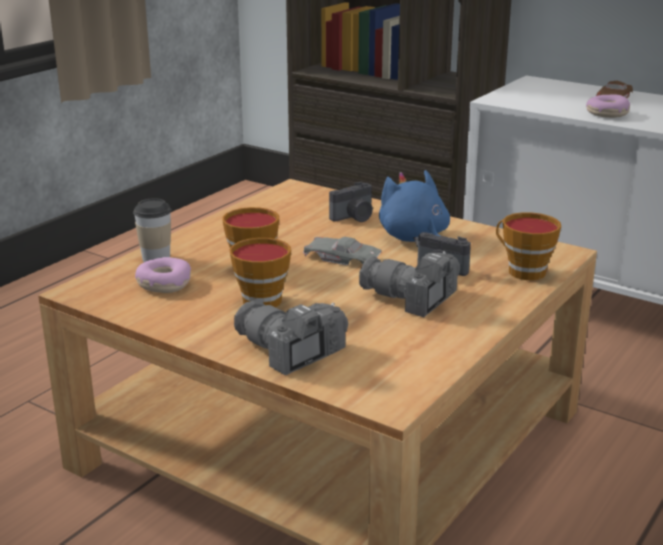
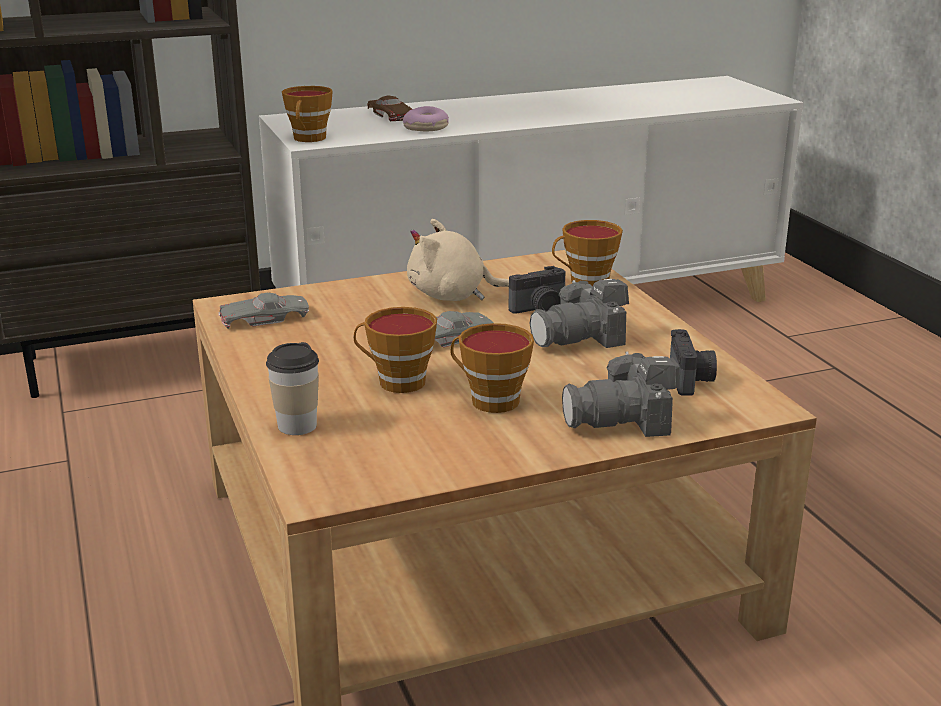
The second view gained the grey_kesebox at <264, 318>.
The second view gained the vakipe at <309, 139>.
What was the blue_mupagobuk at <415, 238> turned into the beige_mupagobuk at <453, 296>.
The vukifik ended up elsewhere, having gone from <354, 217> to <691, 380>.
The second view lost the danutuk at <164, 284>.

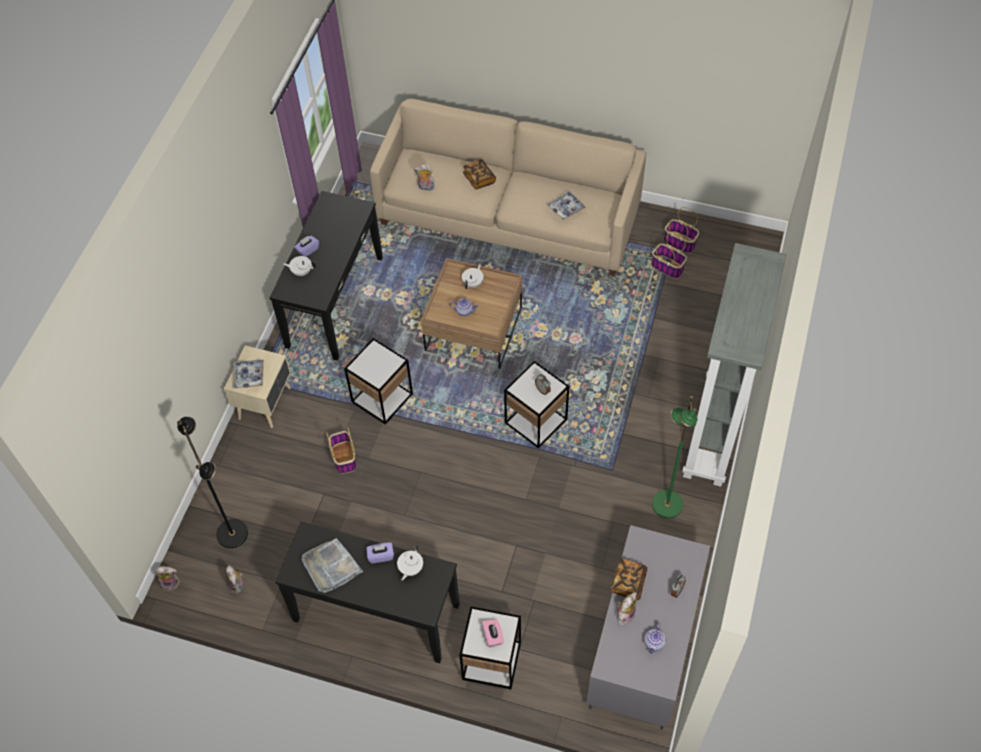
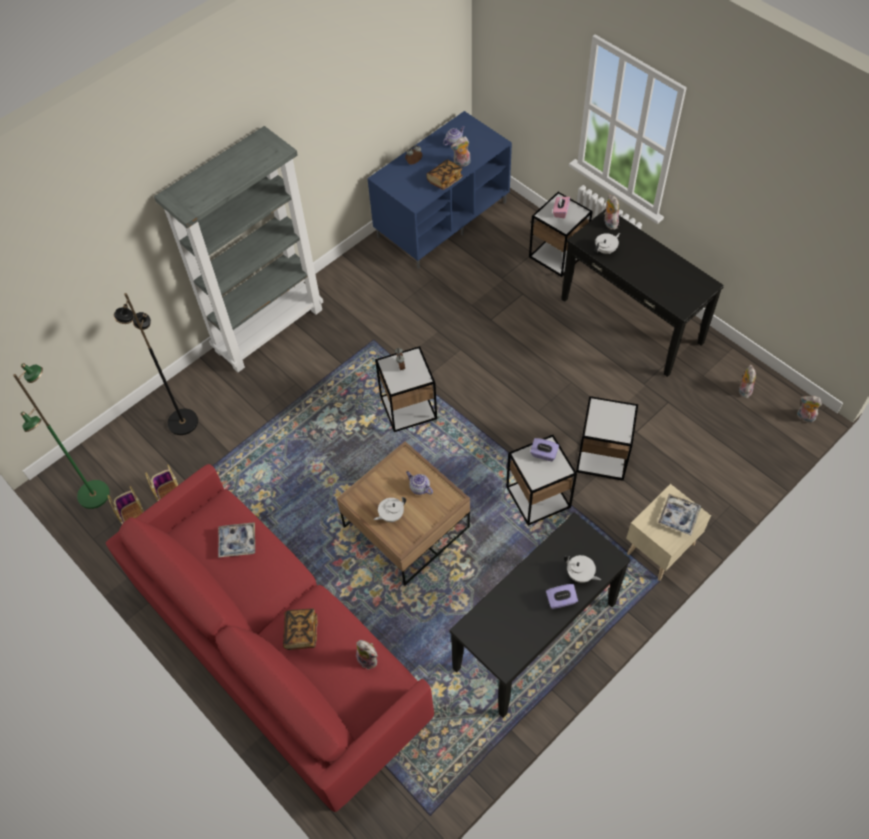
The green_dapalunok ended up elsewhere, having gone from <666, 504> to <94, 495>.
What was the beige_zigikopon at <509, 216> turned into the red_zigikopon at <278, 649>.
The black_dapalunok ended up elsewhere, having gone from <233, 533> to <182, 422>.
What was the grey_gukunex at <644, 648> turned into the blue_gukunex at <442, 218>.
The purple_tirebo ended up elsewhere, having gone from <381, 556> to <543, 454>.
Where the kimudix stood at <344, 457>, the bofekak came to stand at <602, 456>.
The second view gained the mupagobuk at <609, 223>.
The second view lost the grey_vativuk at <331, 567>.

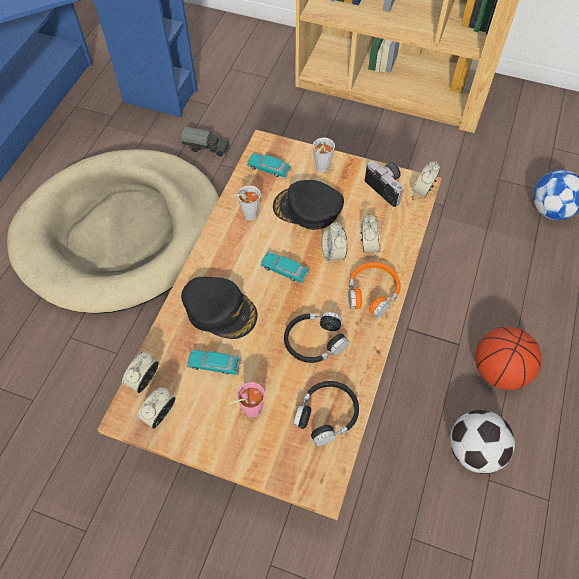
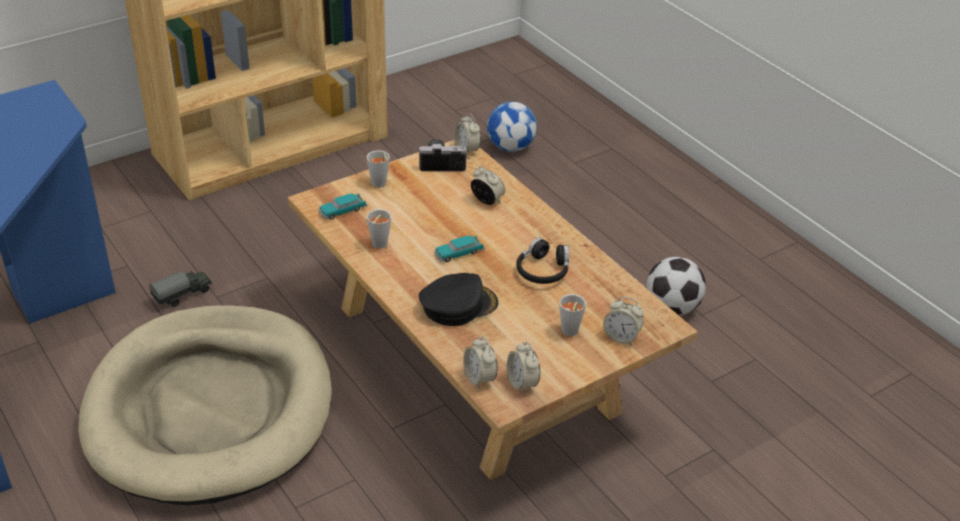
What was the pink_vakipe at <248, 410> turned into the grey_vakipe at <569, 333>.
The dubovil ended up elsewhere, having gone from <333, 253> to <621, 337>.
The second view lost the kesebox at <214, 364>.
The second view lost the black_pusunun at <307, 209>.
The second view lost the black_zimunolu at <326, 415>.
The second view lost the orange_zimunolu at <372, 293>.
The second view lost the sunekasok at <499, 371>.

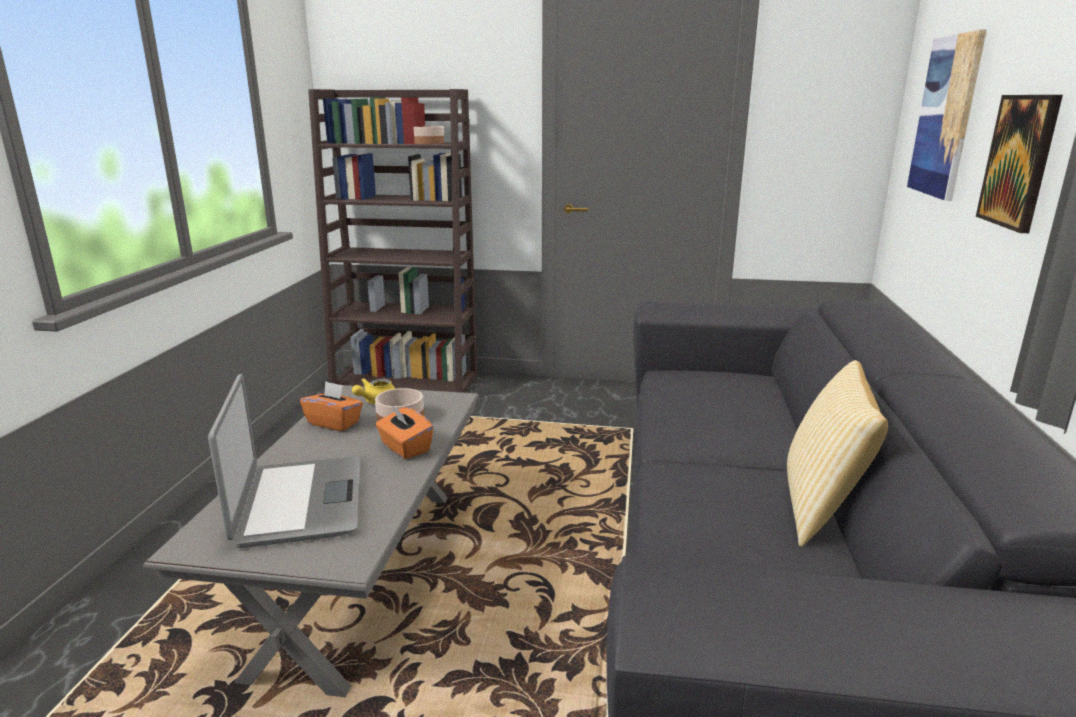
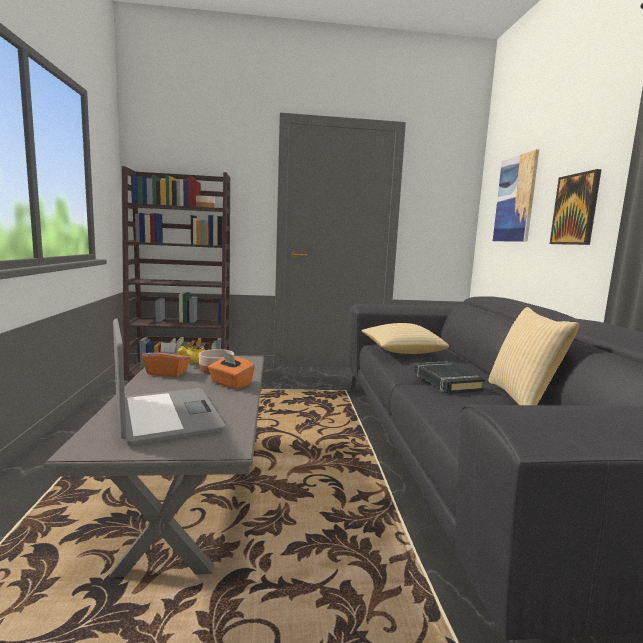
The second view gained the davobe at <401, 351>.
The second view gained the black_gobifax at <446, 382>.

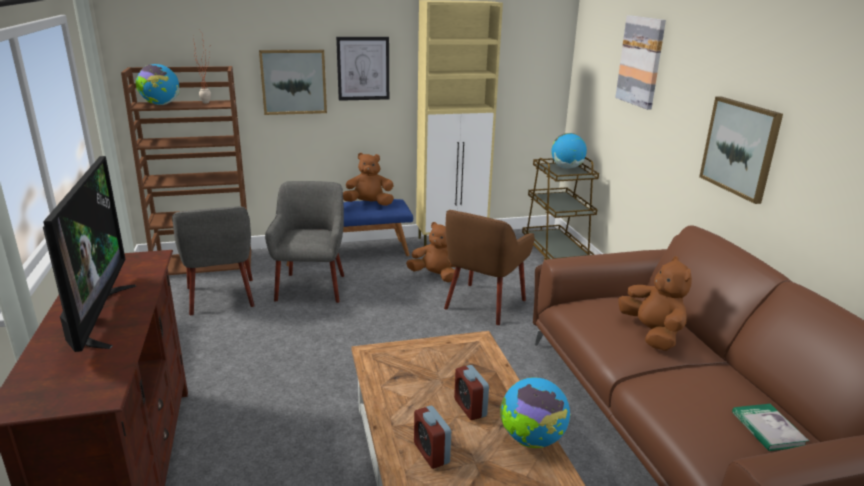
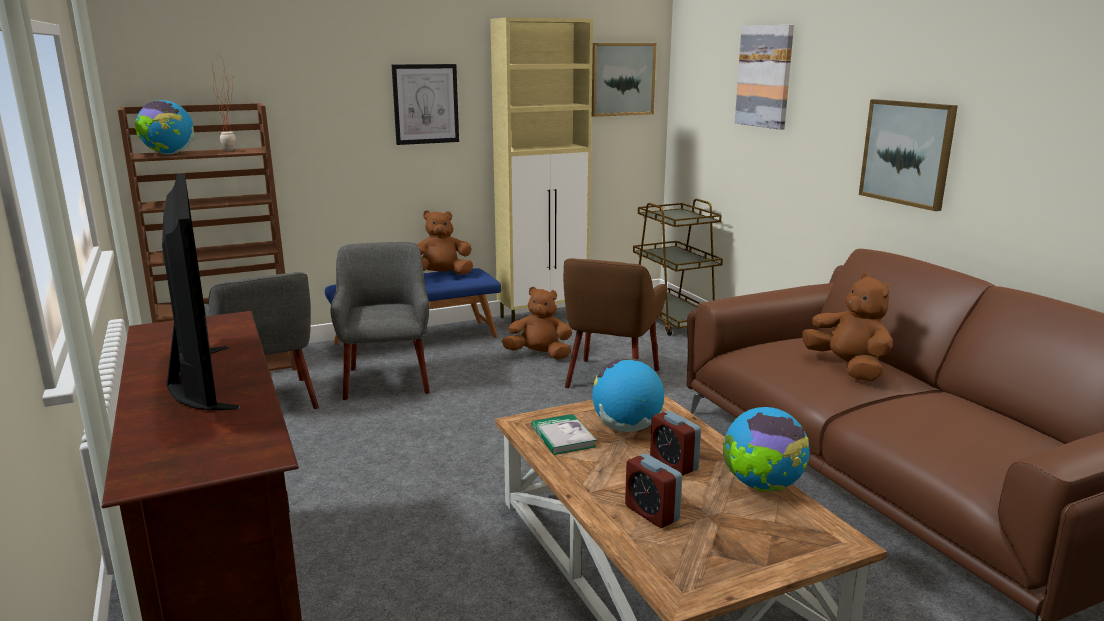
The gobifax ended up elsewhere, having gone from <768, 429> to <563, 437>.
The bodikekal ended up elsewhere, having gone from <293, 82> to <622, 79>.
The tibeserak ended up elsewhere, having gone from <567, 168> to <627, 428>.

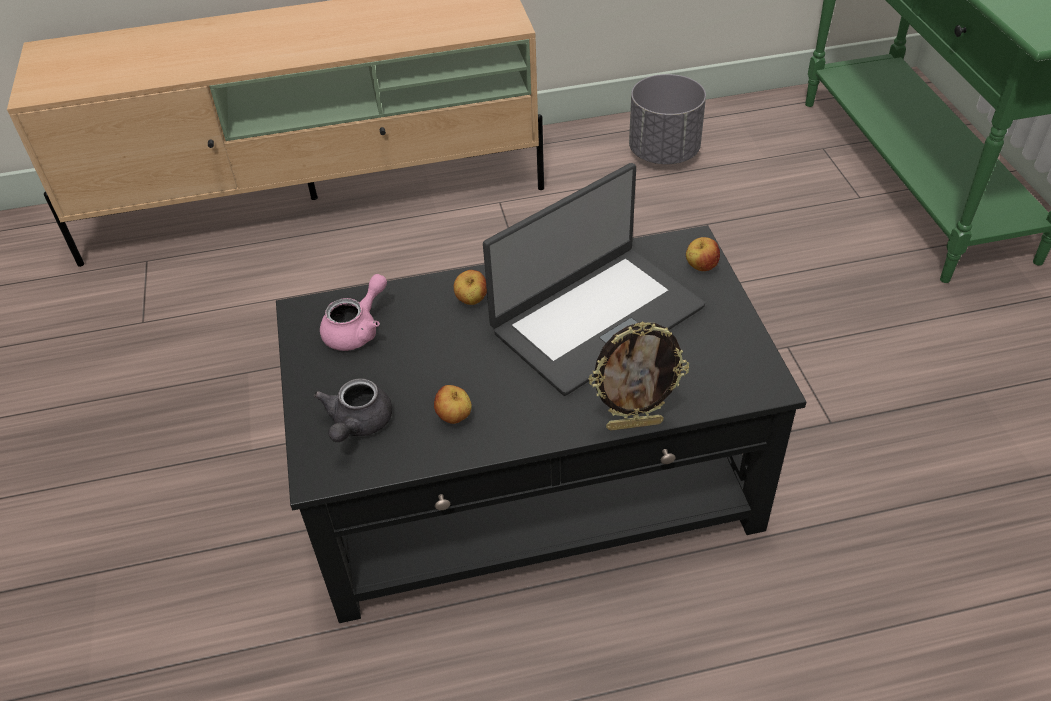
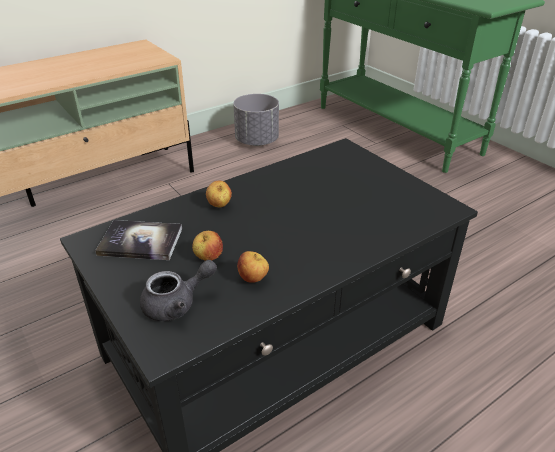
Where the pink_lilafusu stood at <357, 330>, the gobifax came to stand at <140, 241>.
The grey_lilafusu at <357, 424> ended up facing another way, 105 degrees counterclockwise from before.
The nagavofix ended up elsewhere, having gone from <701, 267> to <208, 258>.
The second view lost the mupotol at <595, 318>.
The second view lost the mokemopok at <634, 424>.

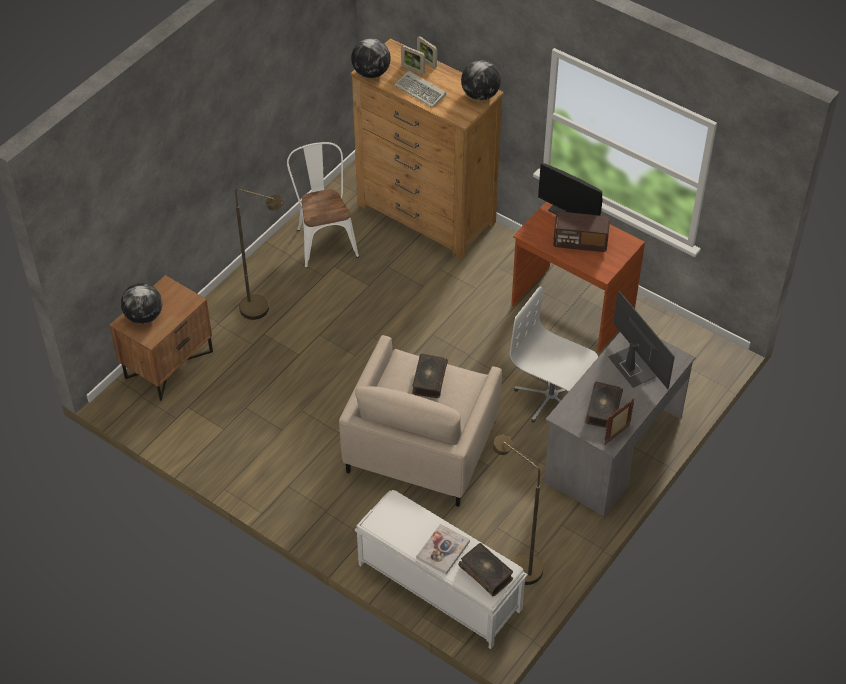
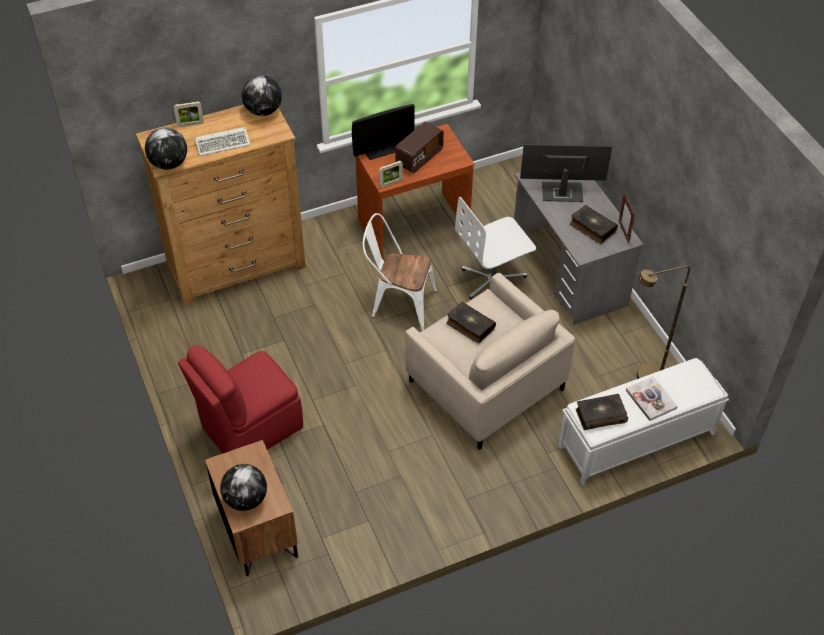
Where the brown_dapalunok stood at <262, 310>, the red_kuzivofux came to stand at <249, 428>.
The white_kuzivofux ended up elsewhere, having gone from <324, 239> to <398, 304>.
The mokemopok ended up elsewhere, having gone from <413, 69> to <390, 183>.
The gobifax ended up elsewhere, having gone from <486, 573> to <600, 415>.

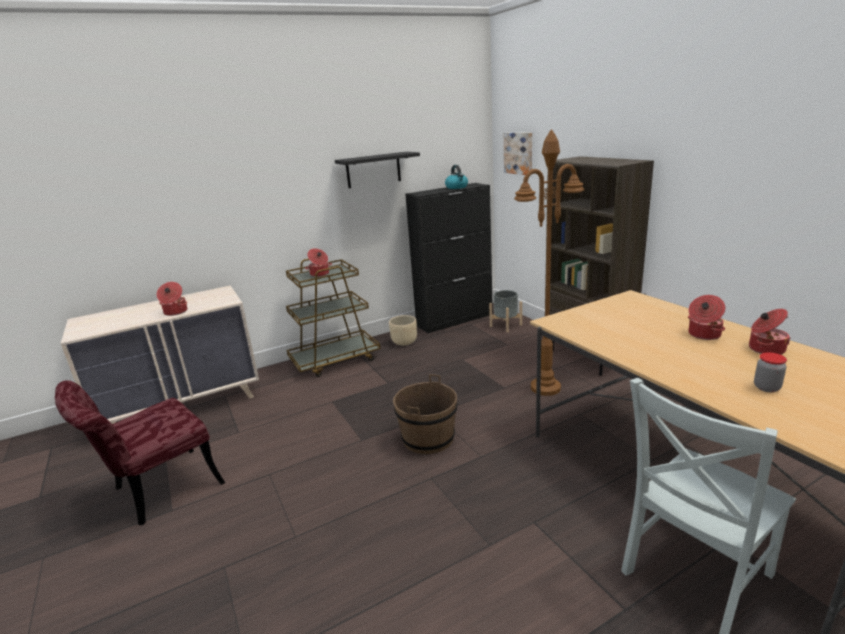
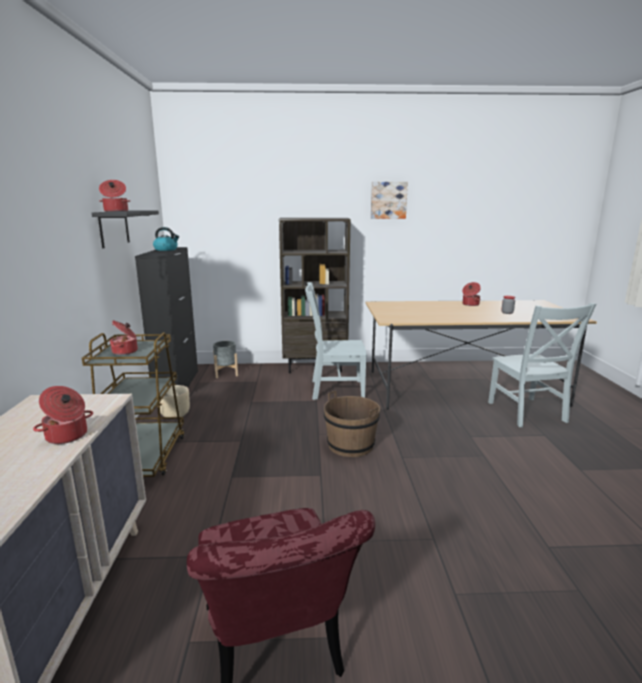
The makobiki ended up elsewhere, having gone from <703, 334> to <115, 211>.
Where the brown_dapalunok stood at <545, 387>, the grey_kuzivofux came to stand at <334, 389>.
The bodikekal ended up elsewhere, having gone from <519, 153> to <388, 200>.

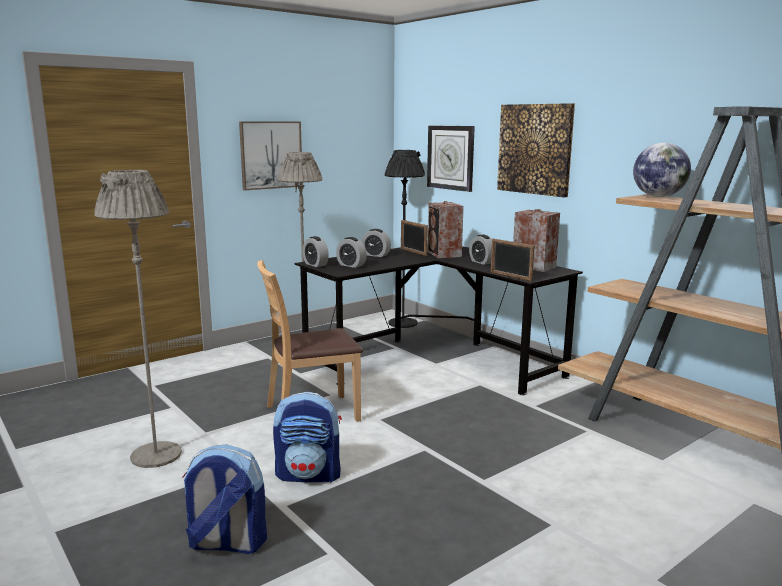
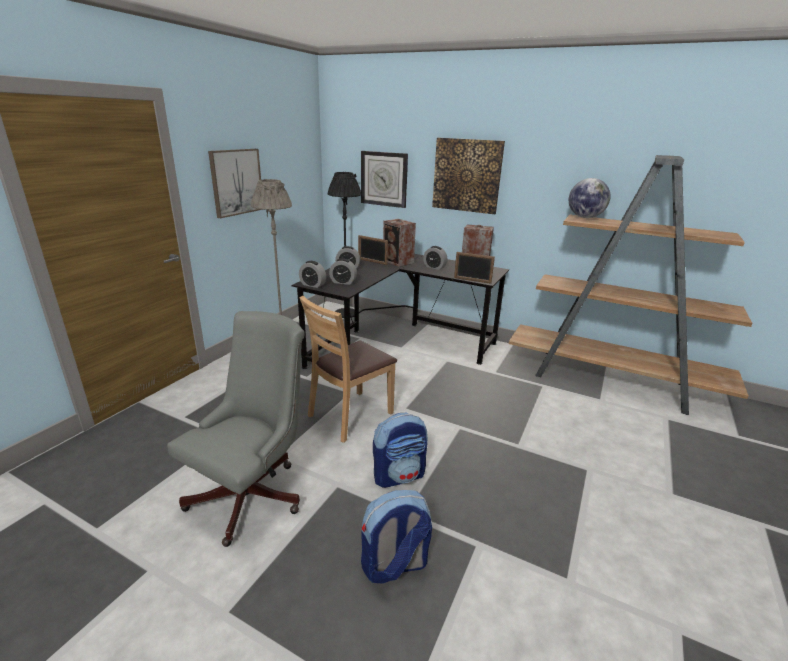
Where the grey_dapalunok stood at <156, 455>, the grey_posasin came to stand at <253, 493>.

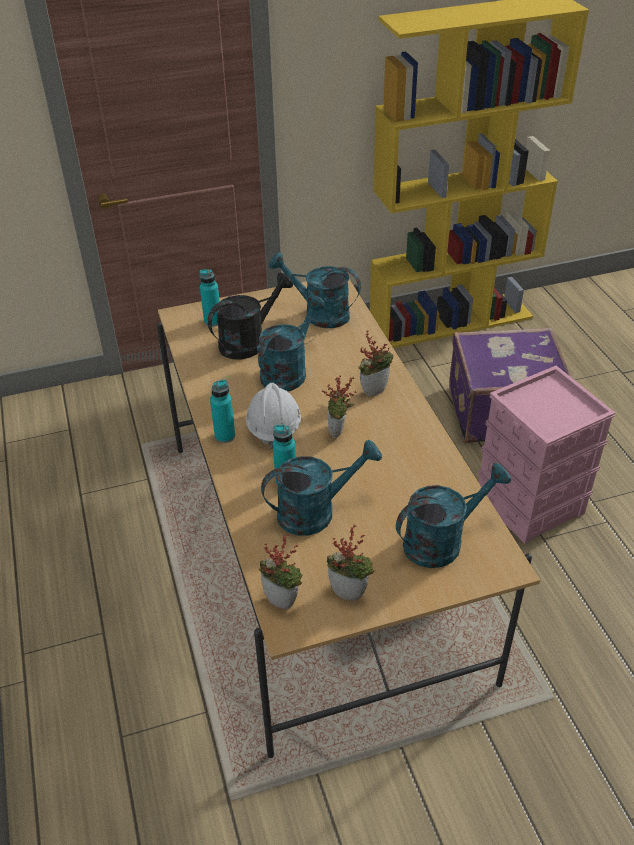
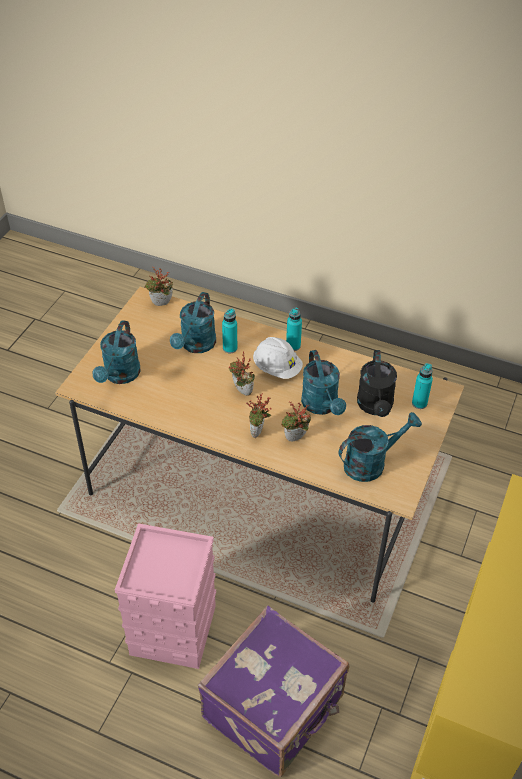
The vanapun ended up elsewhere, having gone from <350, 591> to <295, 440>.

